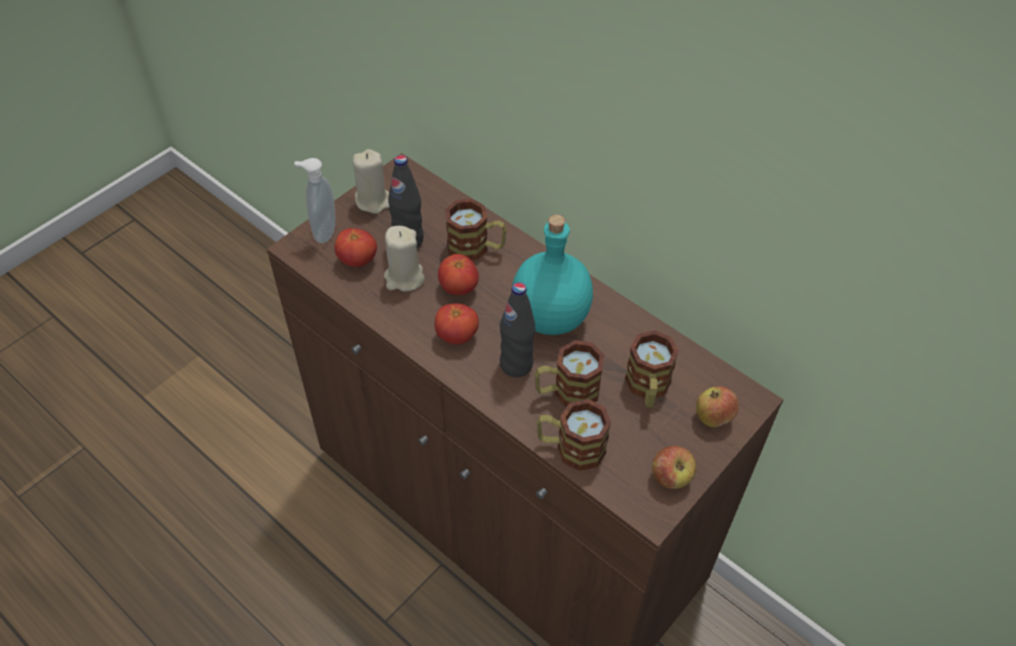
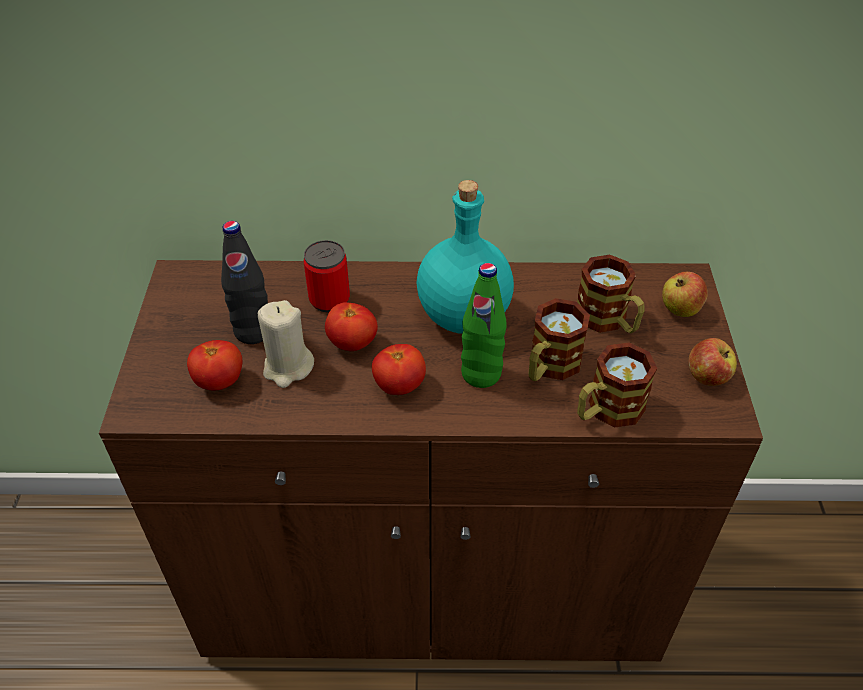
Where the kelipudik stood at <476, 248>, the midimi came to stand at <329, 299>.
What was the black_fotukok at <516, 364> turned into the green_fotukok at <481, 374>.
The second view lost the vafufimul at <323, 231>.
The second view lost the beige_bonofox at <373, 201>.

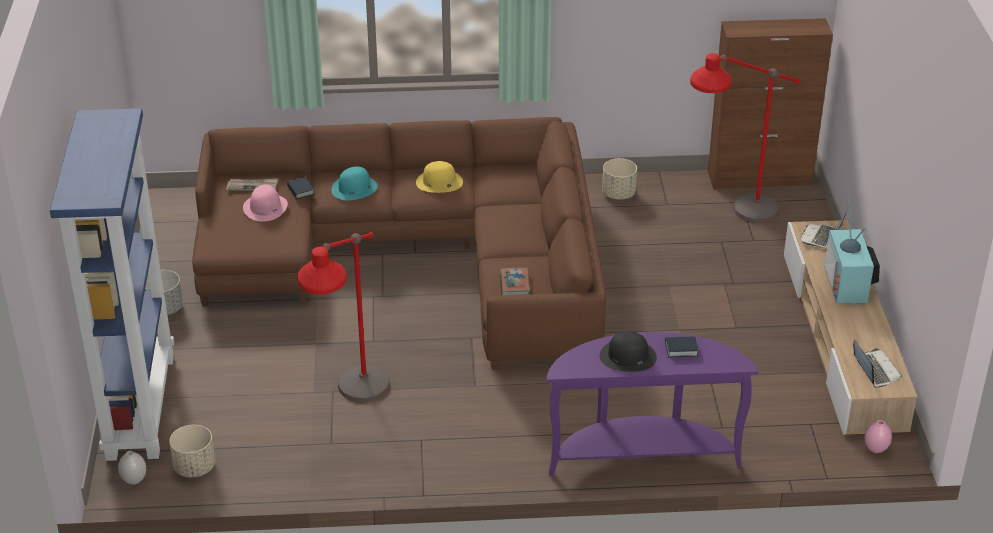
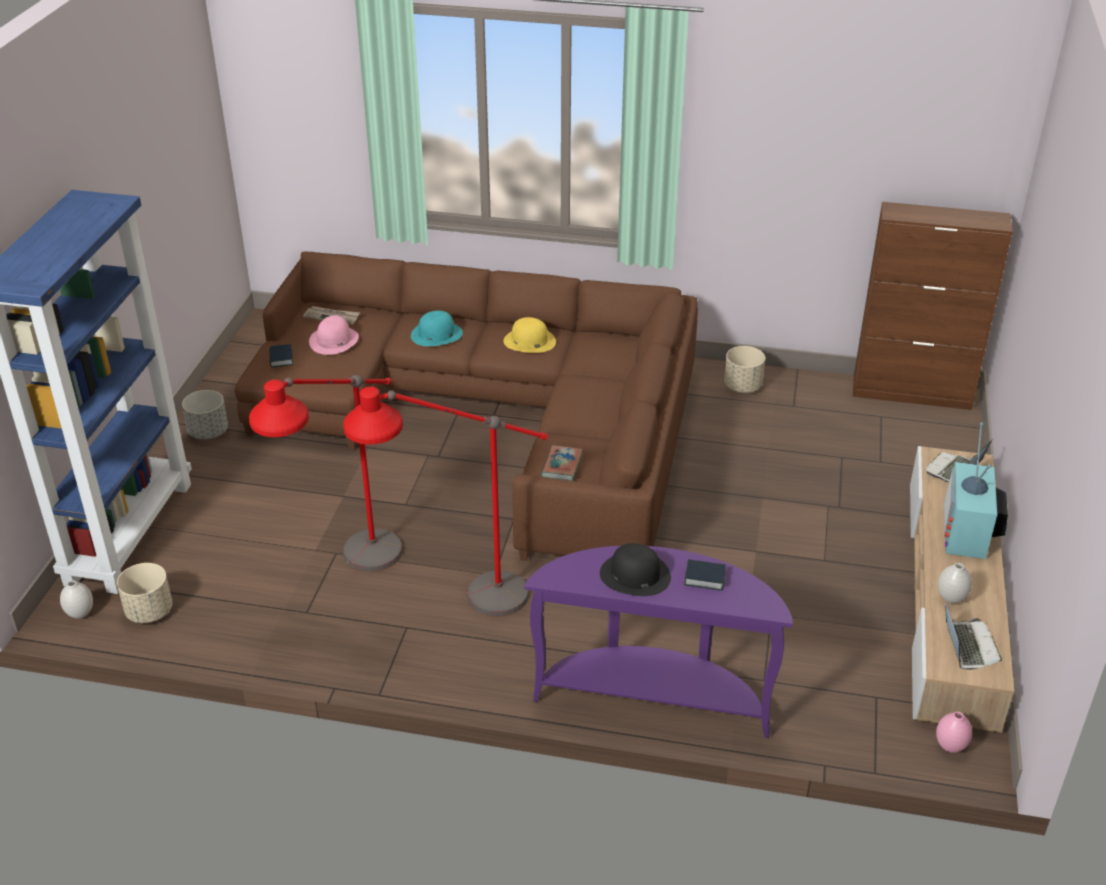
The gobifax ended up elsewhere, having gone from <300, 191> to <281, 359>.
The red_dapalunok ended up elsewhere, having gone from <732, 221> to <456, 606>.
The second view gained the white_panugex at <951, 599>.

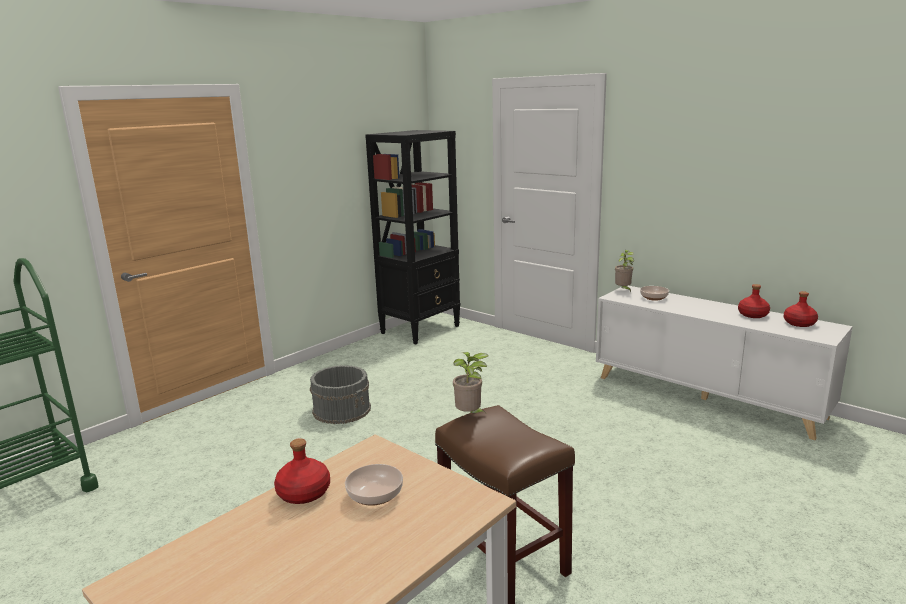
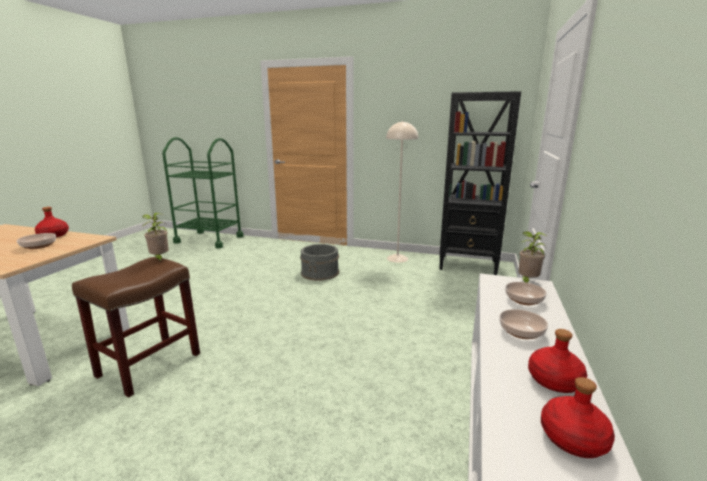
The second view gained the beige_dapalunok at <397, 258>.
The second view gained the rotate at <521, 332>.

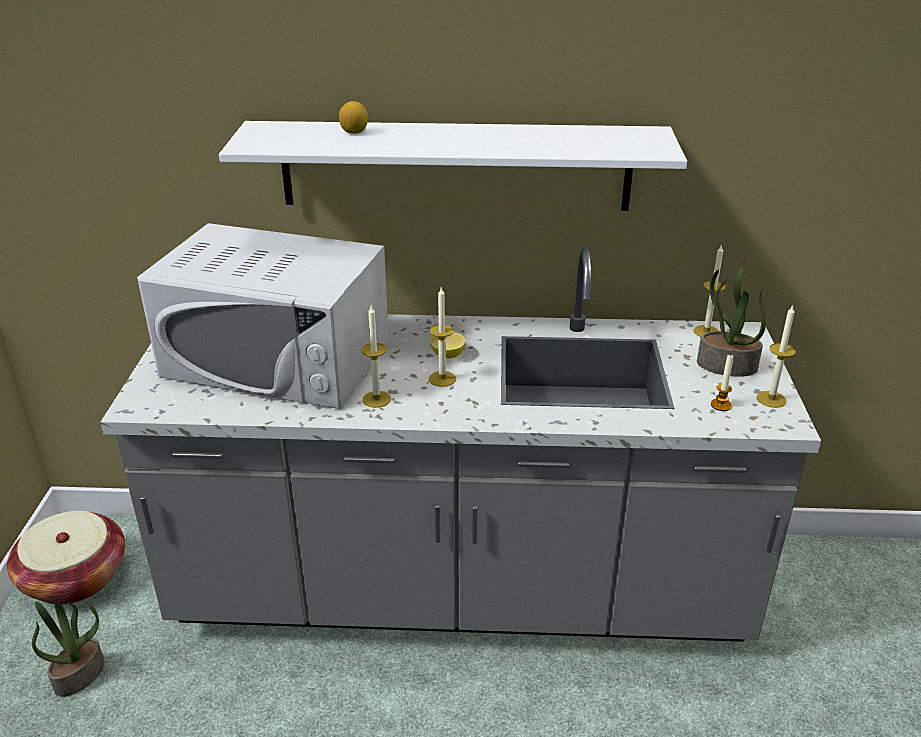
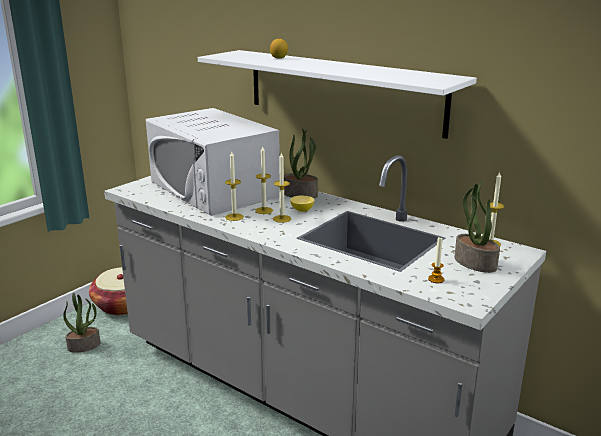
The bonofox ended up elsewhere, having gone from <771, 399> to <264, 210>.
The second view gained the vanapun at <301, 194>.

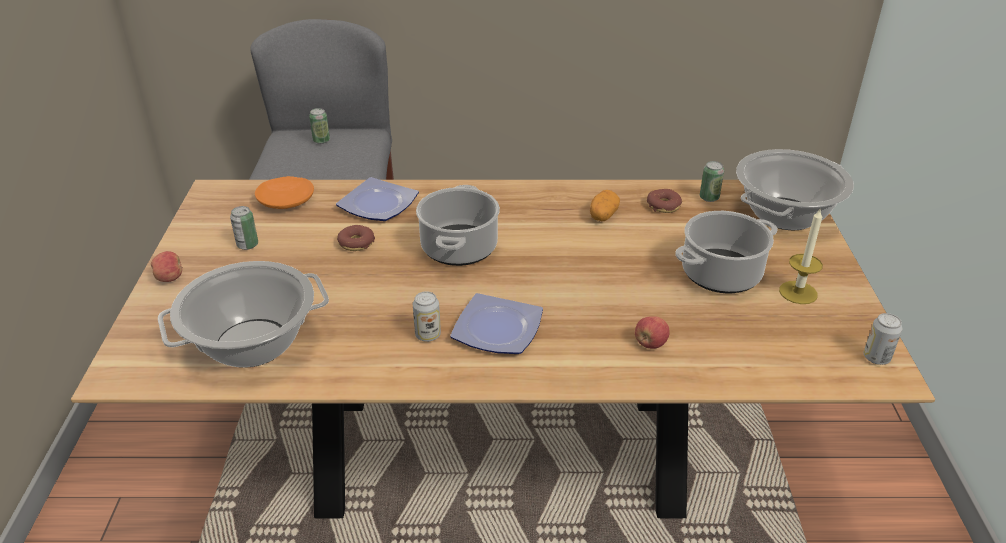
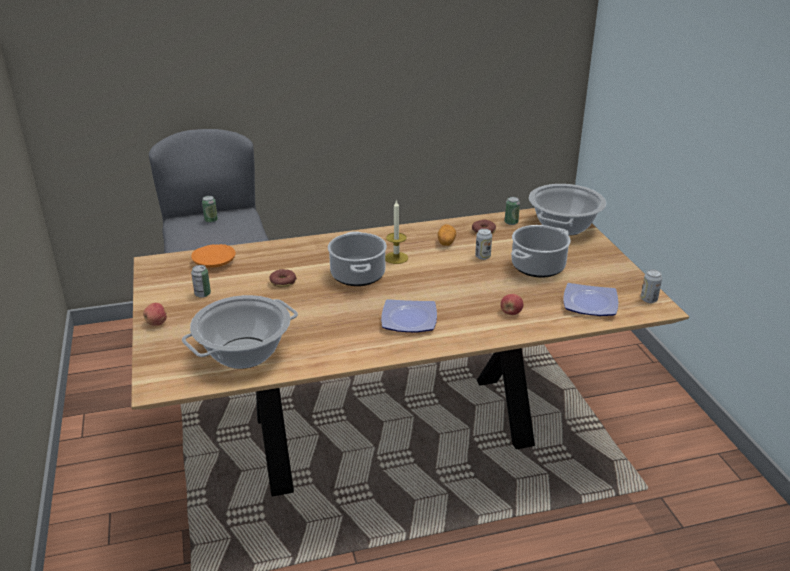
The bonofox ended up elsewhere, having gone from <798, 292> to <396, 258>.
The midimi ended up elsewhere, having gone from <428, 335> to <482, 256>.
The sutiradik ended up elsewhere, having gone from <376, 205> to <589, 304>.

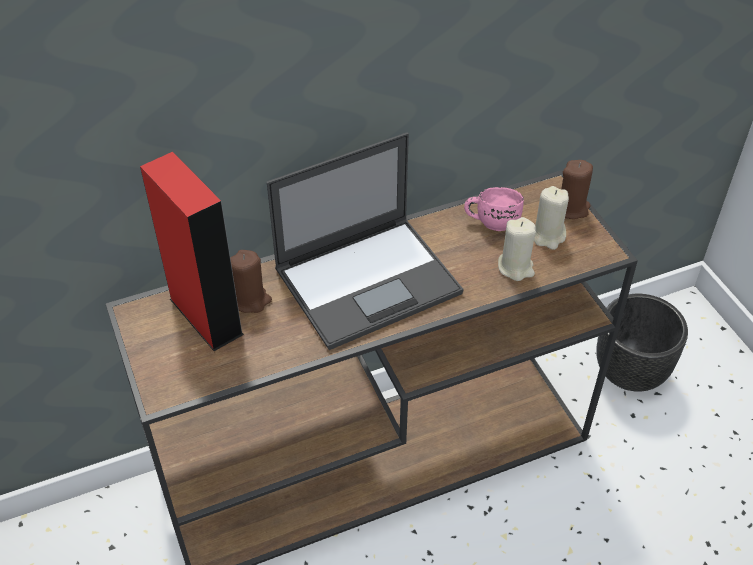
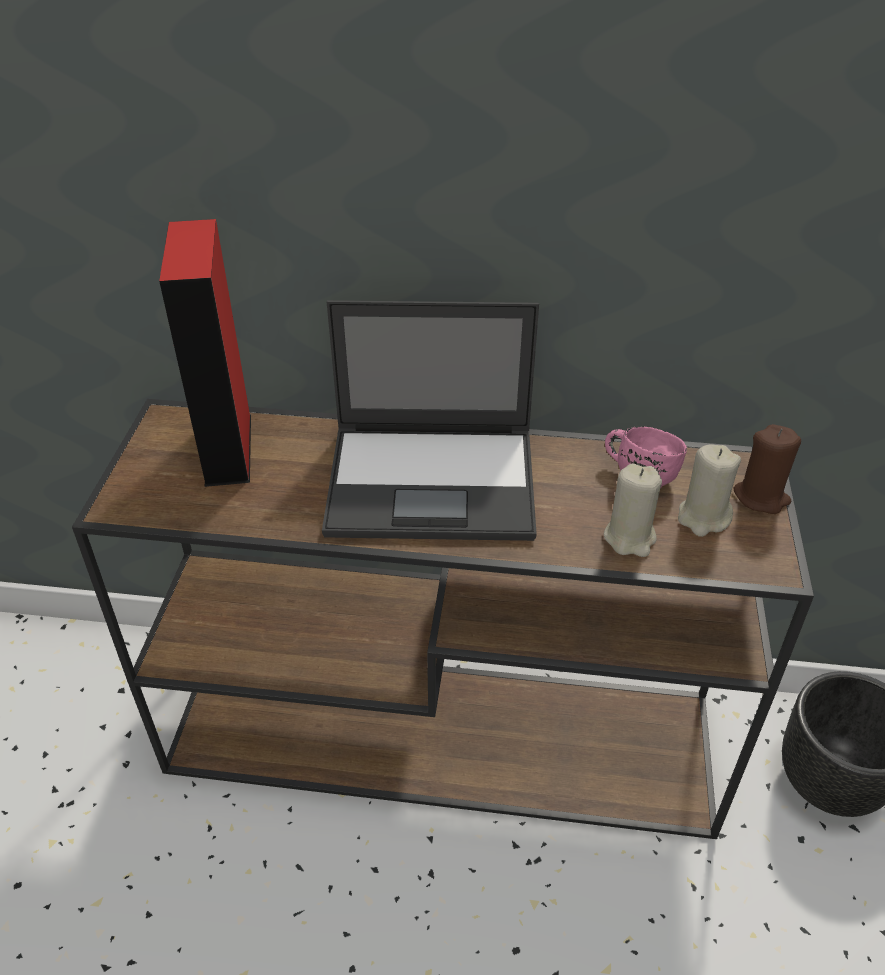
The second view lost the brown_bonofox at <251, 300>.

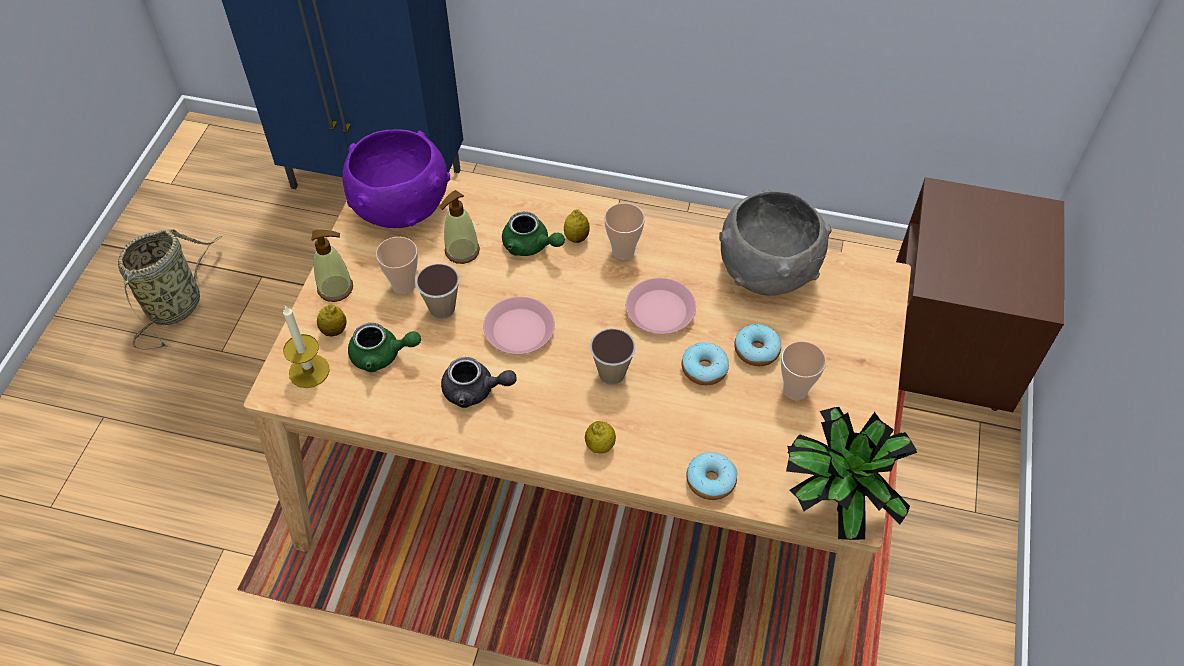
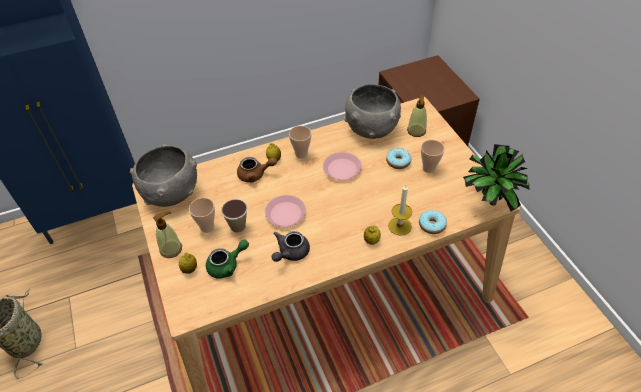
What was the purple_rotate at <400, 208> turned into the grey_rotate at <171, 193>.
What was the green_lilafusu at <530, 246> turned into the brown_lilafusu at <255, 175>.
The grey_lilafusu at <475, 391> ended up facing another way, 150 degrees clockwise from before.
The bonofox ended up elsewhere, having gone from <309, 371> to <399, 226>.
The vafufimul ended up elsewhere, having gone from <462, 251> to <416, 131>.
The second view lost the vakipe at <612, 374>.
The second view lost the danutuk at <704, 369>.

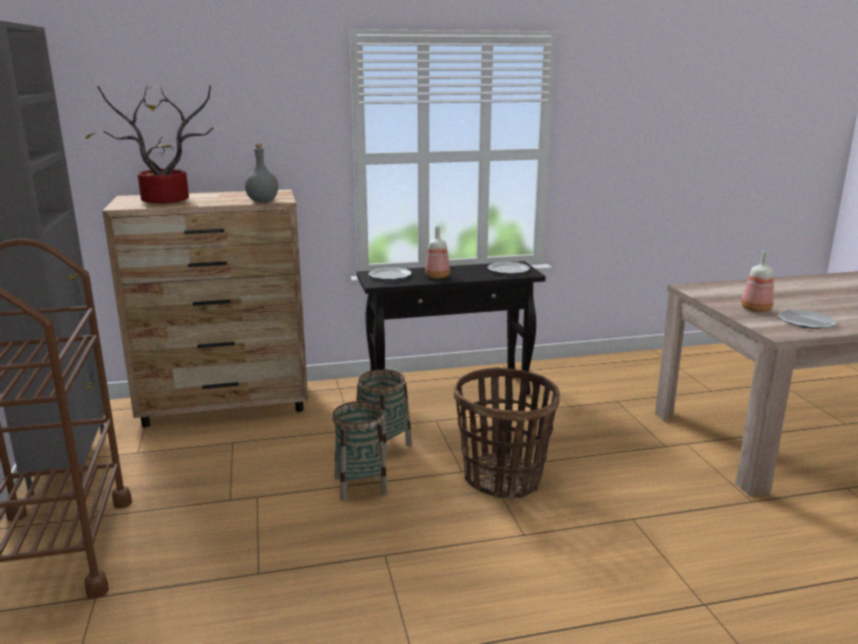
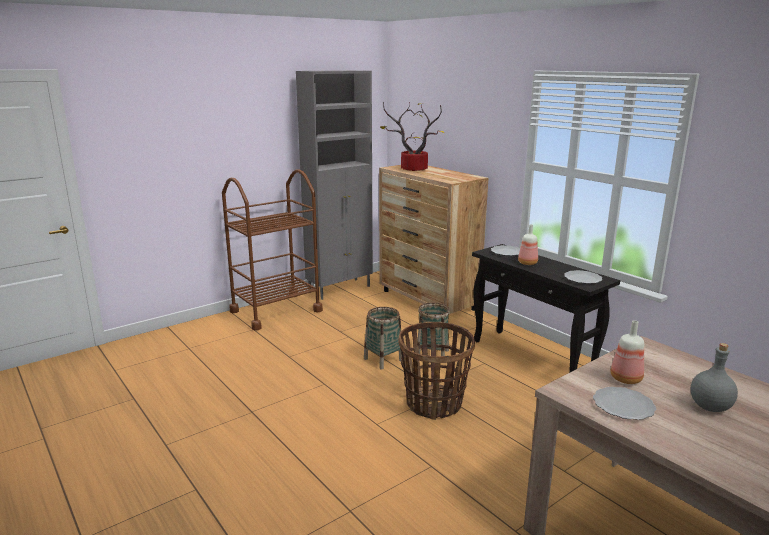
The grey_fotukok ended up elsewhere, having gone from <263, 201> to <710, 407>.

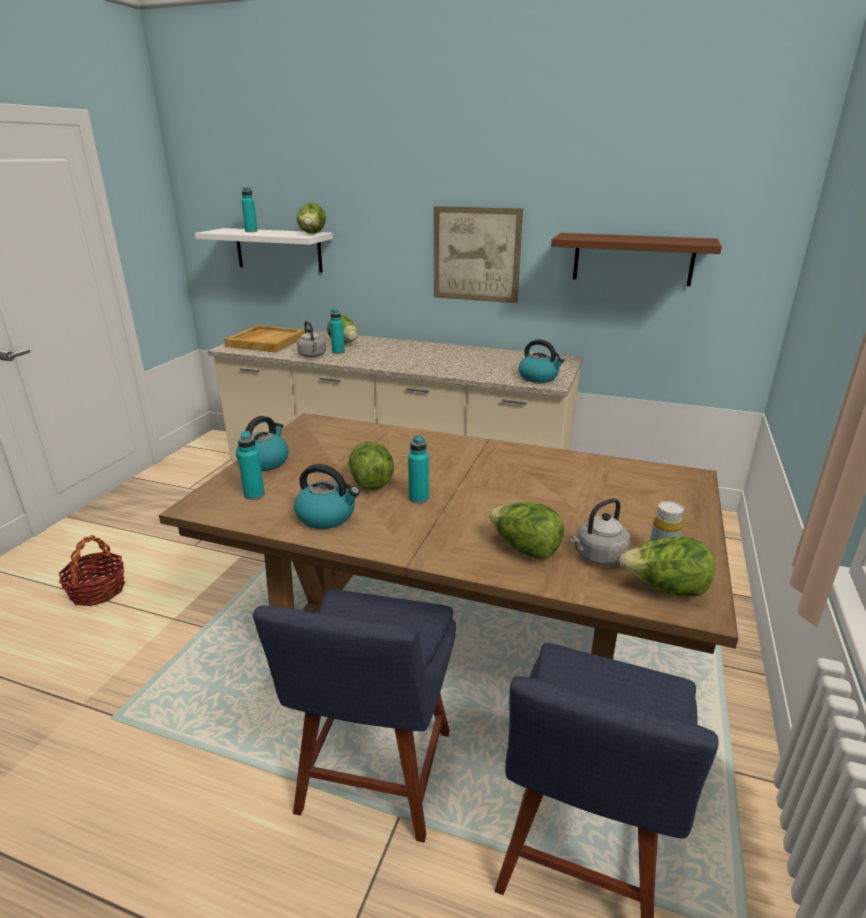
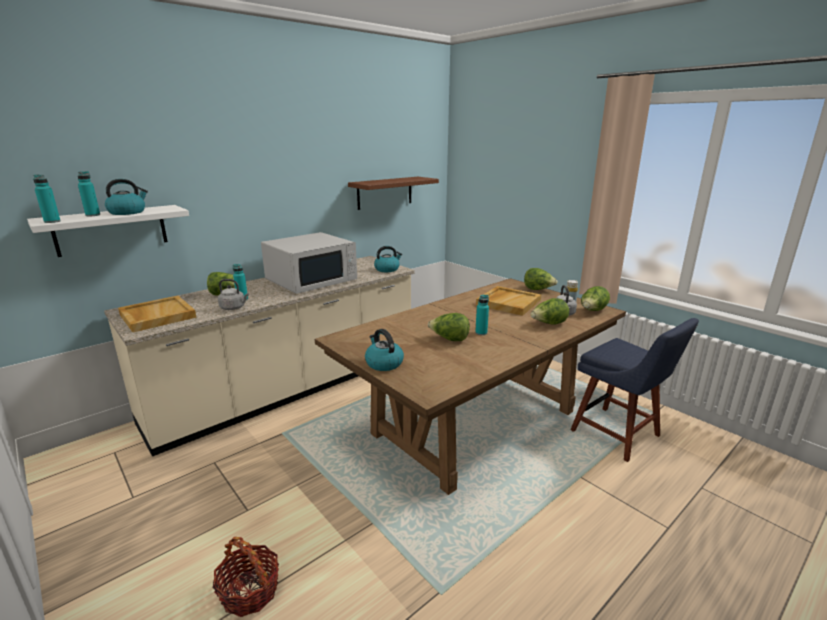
The turquoise_fotukok ended up elsewhere, having gone from <254, 495> to <52, 221>.
The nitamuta ended up elsewhere, having gone from <327, 516> to <128, 212>.
The second view gained the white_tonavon at <312, 280>.
The second view gained the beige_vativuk at <508, 302>.
The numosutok ended up elsewhere, having gone from <312, 234> to <538, 290>.
The second view lost the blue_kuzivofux at <373, 778>.
The second view lost the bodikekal at <476, 254>.

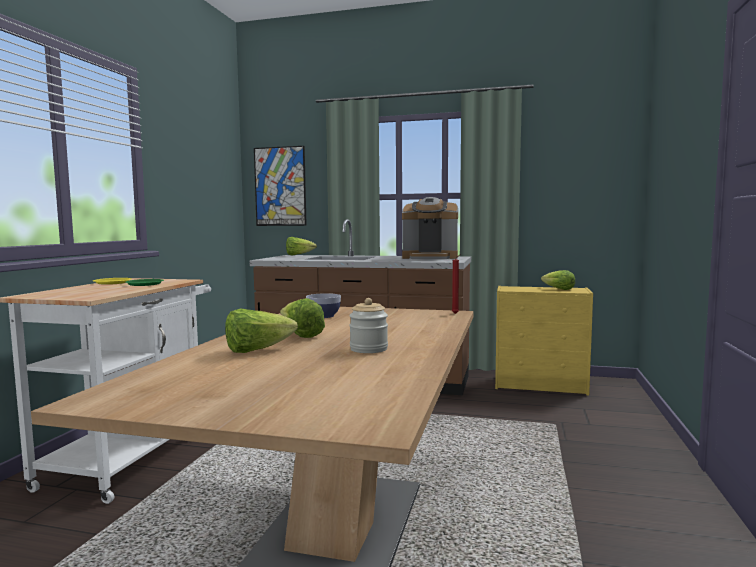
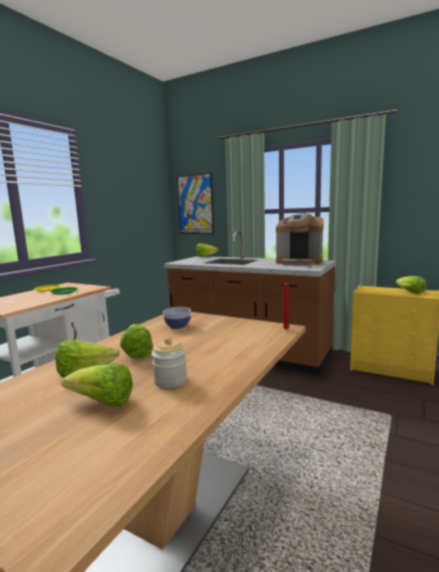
The second view gained the numosutok at <103, 403>.

